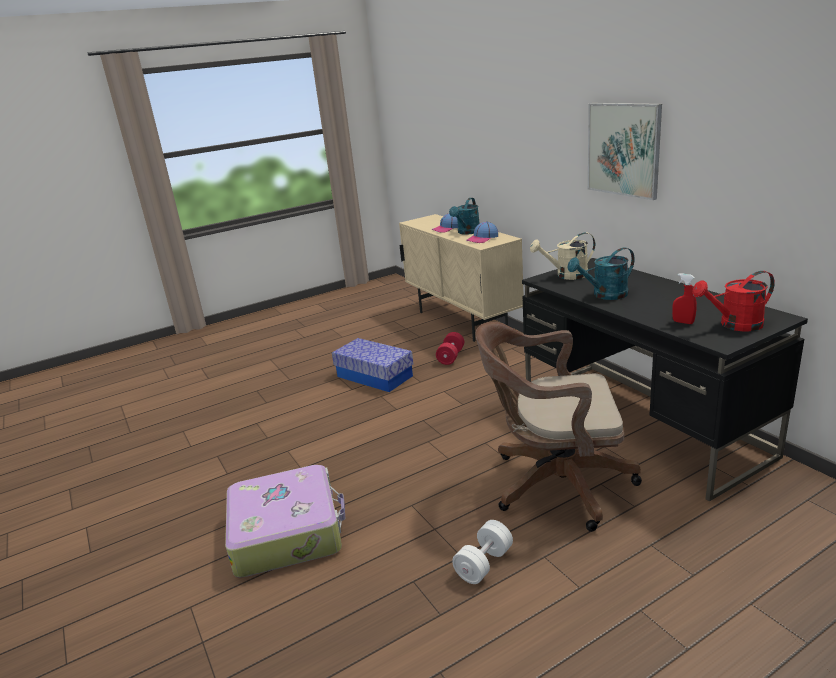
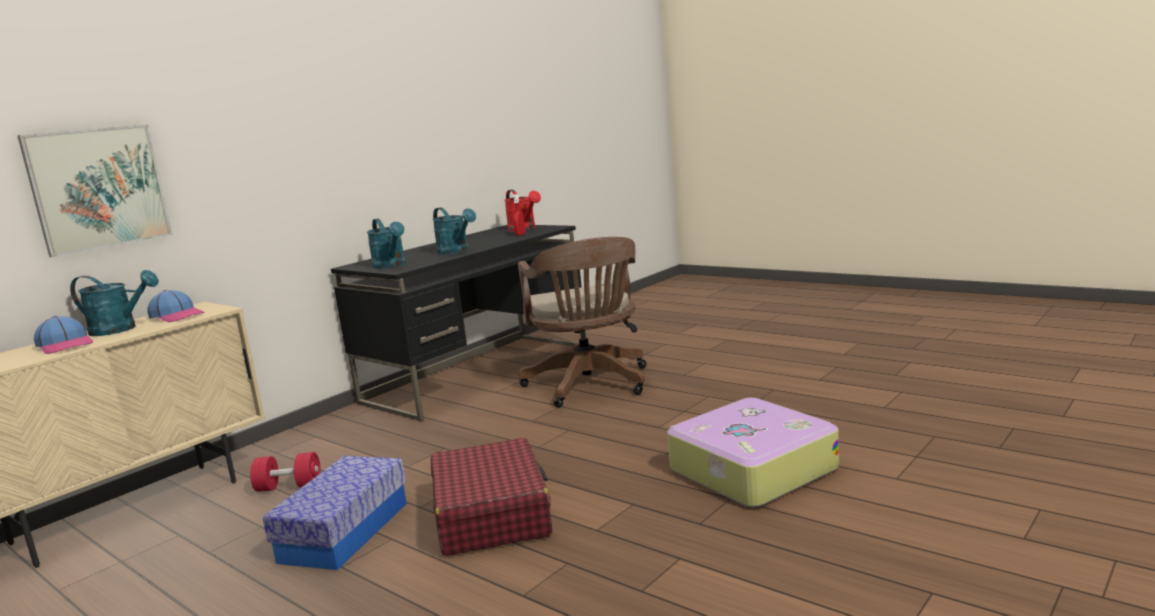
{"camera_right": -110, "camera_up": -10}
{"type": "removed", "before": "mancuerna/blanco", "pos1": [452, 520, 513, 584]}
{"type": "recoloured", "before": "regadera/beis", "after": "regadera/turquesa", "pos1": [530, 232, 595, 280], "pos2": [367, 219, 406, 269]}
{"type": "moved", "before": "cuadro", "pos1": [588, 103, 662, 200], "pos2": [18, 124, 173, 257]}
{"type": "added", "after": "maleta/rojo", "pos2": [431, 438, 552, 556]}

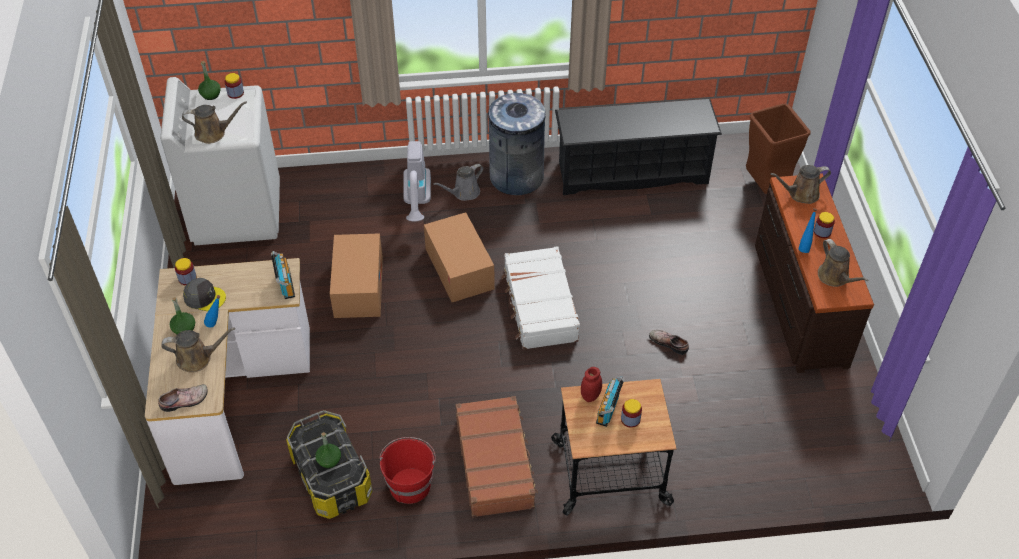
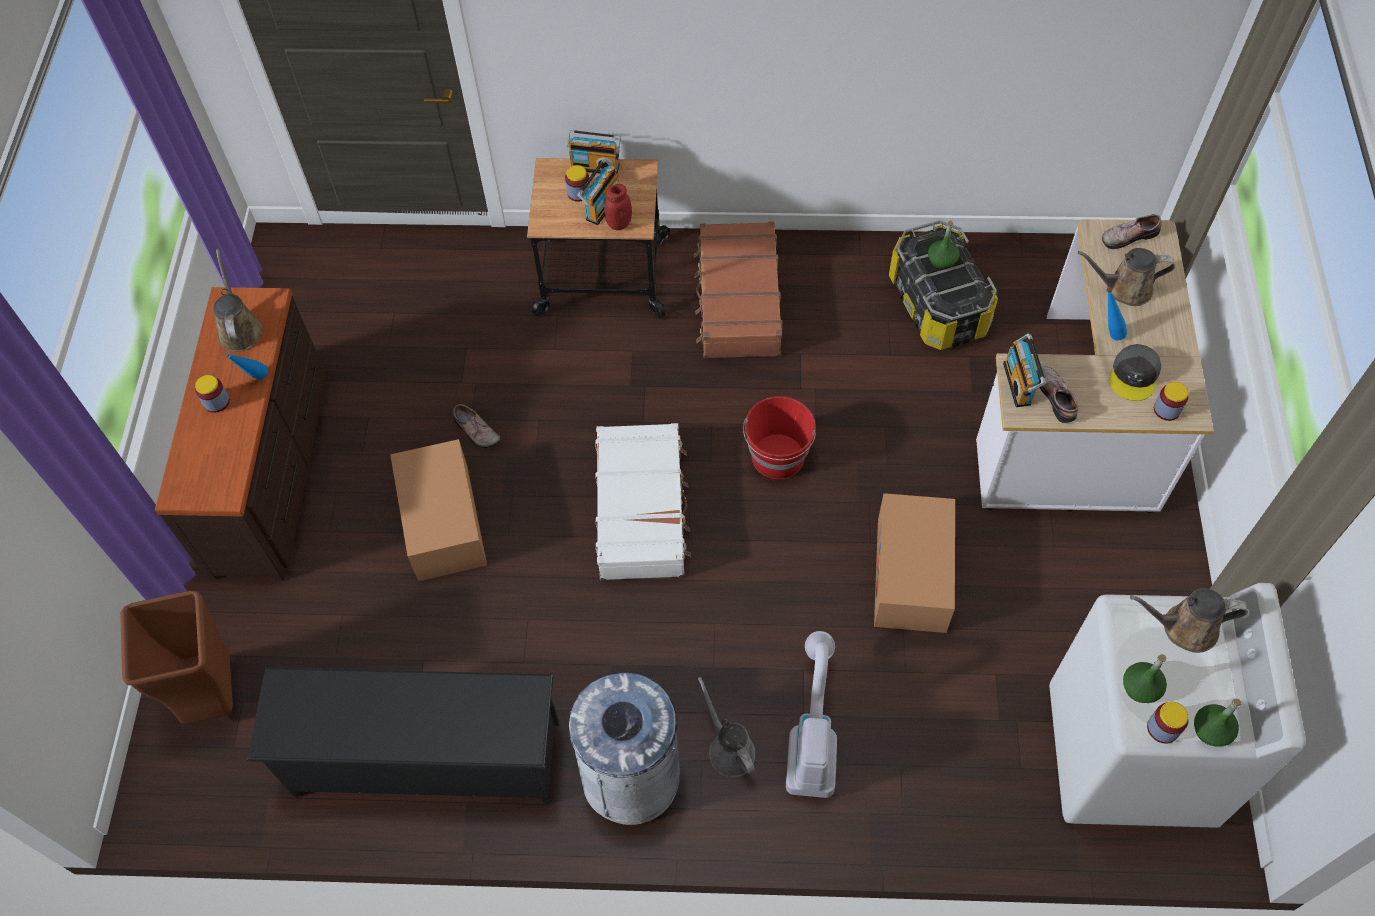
{"camera_right": -170, "camera_up": 10}
{"type": "moved", "before": "botella/verde", "pos1": [169, 297, 195, 335], "pos2": [1123, 654, 1167, 703]}
{"type": "turned", "before": "gorra/gris", "pos1": [183, 278, 226, 311], "pos2": [1110, 344, 1161, 401], "turn": -90}
{"type": "moved", "before": "cubo/rojo", "pos1": [380, 437, 436, 504], "pos2": [743, 396, 816, 479]}
{"type": "moved", "before": "caja de cartón", "pos1": [424, 212, 495, 302], "pos2": [390, 439, 487, 581]}
{"type": "turned", "before": "regadera/gris", "pos1": [433, 164, 483, 201], "pos2": [698, 677, 755, 777], "turn": -90}
{"type": "removed", "before": "regadera/marrón", "pos1": [771, 165, 831, 204]}
{"type": "added", "after": "radio", "pos2": [567, 130, 621, 174]}
{"type": "added", "after": "zapato", "pos2": [1036, 366, 1079, 423]}

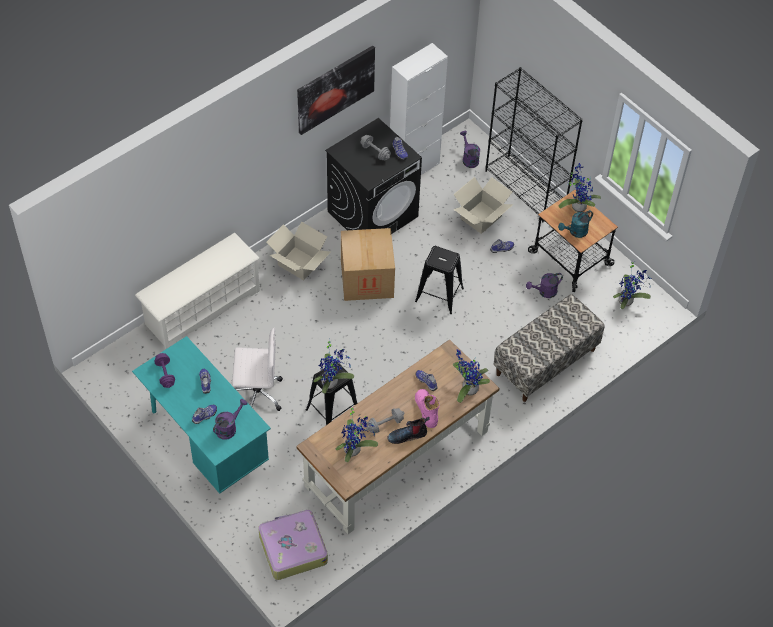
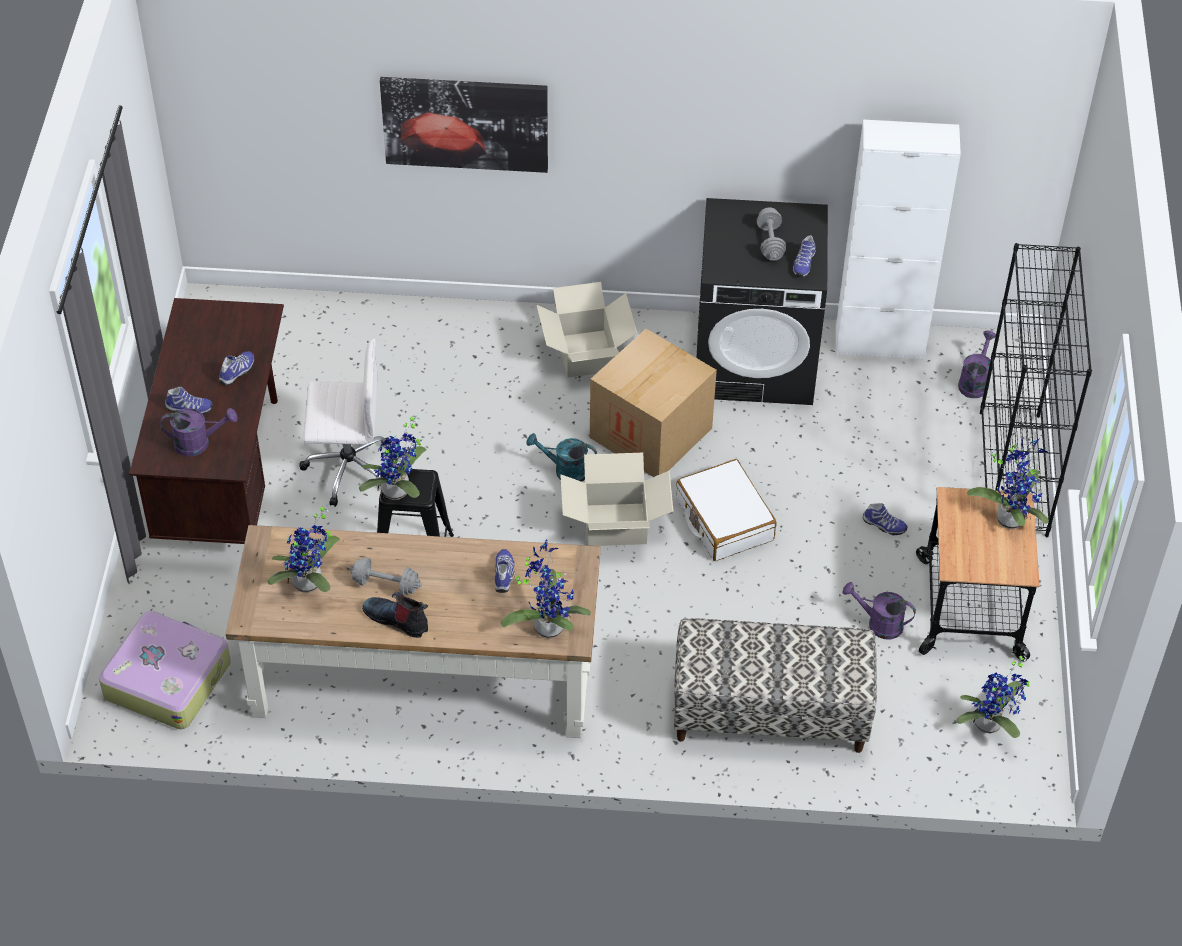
{"camera_right": 45, "camera_up": -5}
{"type": "recoloured", "before": "escritorio/turquesa", "after": "escritorio/marrón", "pos1": [132, 336, 271, 494], "pos2": [129, 298, 284, 544]}
{"type": "removed", "before": "zapatero/blanco", "pos1": [135, 233, 260, 350]}
{"type": "removed", "before": "mancuerna/morado", "pos1": [154, 353, 175, 388]}
{"type": "turned", "before": "silla de oficina/blanco", "pos1": [232, 328, 283, 411], "pos2": [299, 338, 388, 507], "turn": -45}
{"type": "moved", "before": "cuadro", "pos1": [297, 45, 375, 135], "pos2": [380, 77, 548, 173]}
{"type": "replaced", "before": "taburete/negro", "after": "maleta/blanco", "pos1": [415, 246, 464, 314], "pos2": [676, 459, 777, 561]}
{"type": "removed", "before": "bota/rosa", "pos1": [415, 389, 439, 428]}
{"type": "moved", "before": "caja de cartón", "pos1": [453, 177, 513, 234], "pos2": [560, 453, 673, 546]}
{"type": "moved", "before": "regadera/turquesa", "pos1": [558, 210, 593, 238], "pos2": [527, 433, 597, 482]}

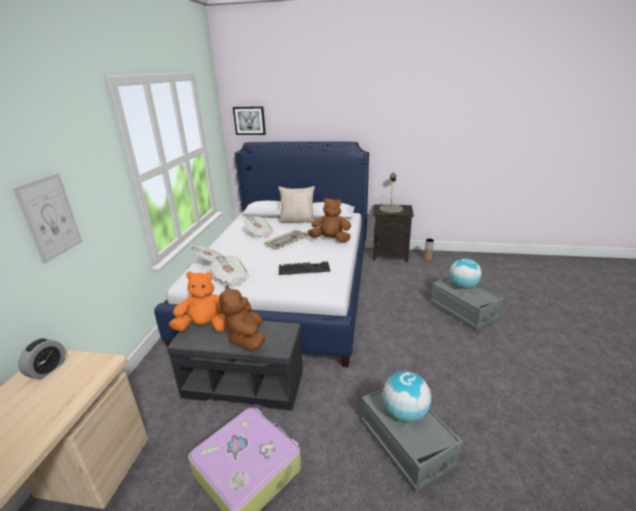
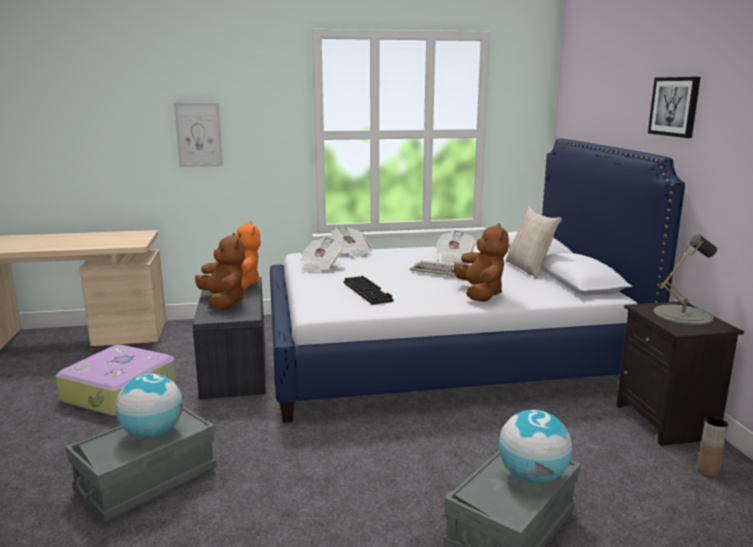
{"camera_right": 70, "camera_up": -10}
{"type": "removed", "before": "despertador", "pos1": [18, 338, 65, 380]}
{"type": "turned", "before": "peluche/marrón", "pos1": [219, 285, 265, 351], "pos2": [195, 233, 245, 310], "turn": 90}
{"type": "moved", "before": "cuadro", "pos1": [233, 106, 266, 135], "pos2": [648, 77, 700, 138]}

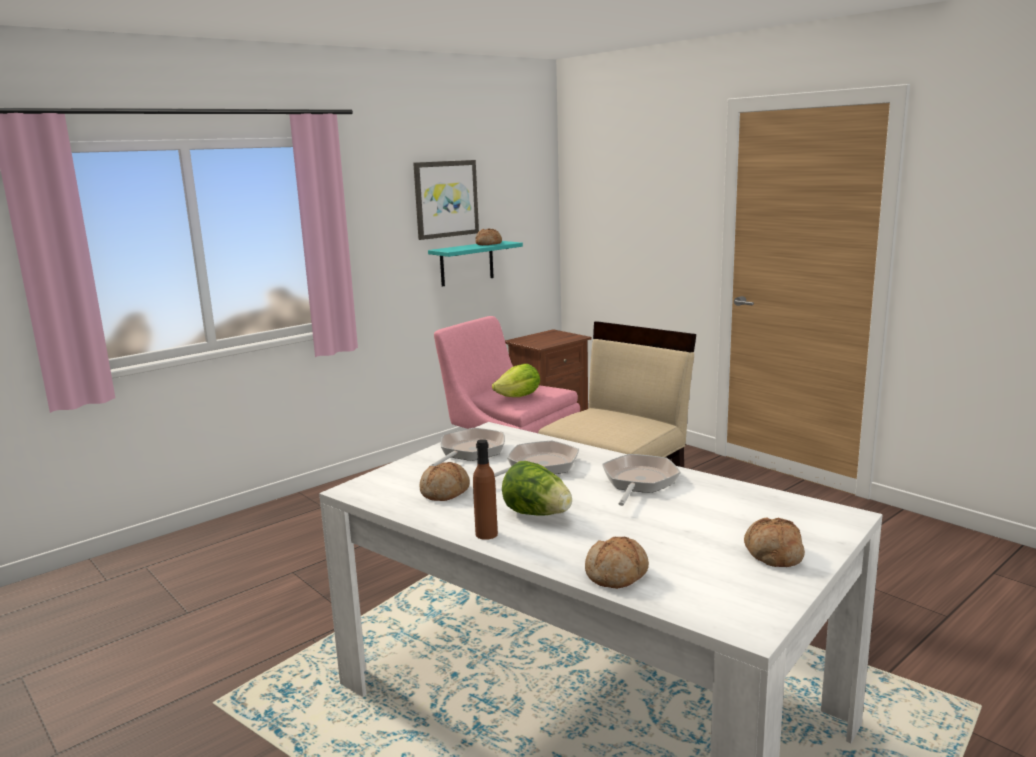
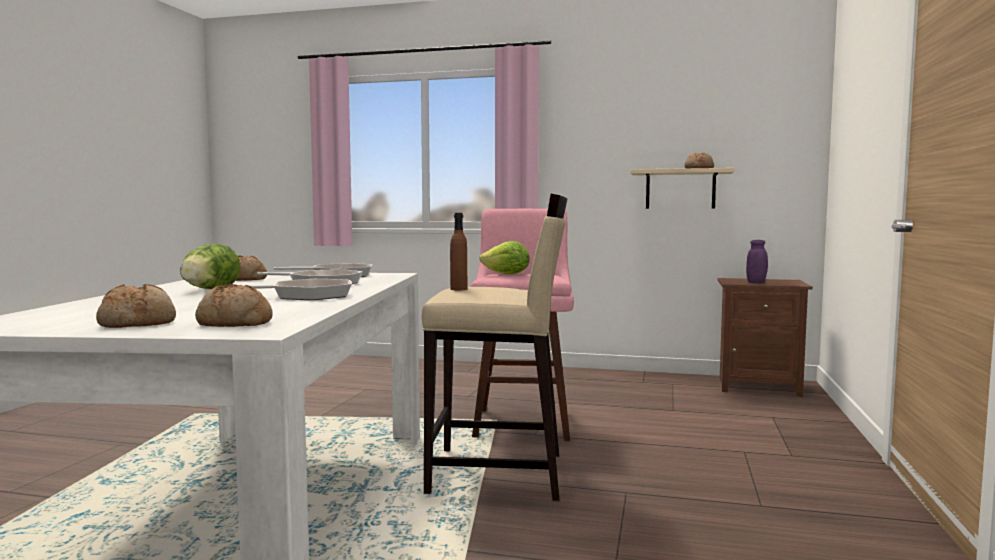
{"camera_right": 55, "camera_up": -10}
{"type": "removed", "before": "cuadro", "pos1": [413, 160, 479, 240]}
{"type": "recoloured", "before": "estante/turquesa", "after": "estante/beis", "pos1": [428, 241, 523, 286], "pos2": [631, 168, 735, 209]}
{"type": "moved", "before": "botella/marrón", "pos1": [473, 439, 498, 540], "pos2": [450, 213, 468, 290]}
{"type": "moved", "before": "pan", "pos1": [585, 537, 649, 589], "pos2": [195, 284, 273, 327]}
{"type": "added", "after": "tarro/morado", "pos2": [746, 240, 768, 283]}

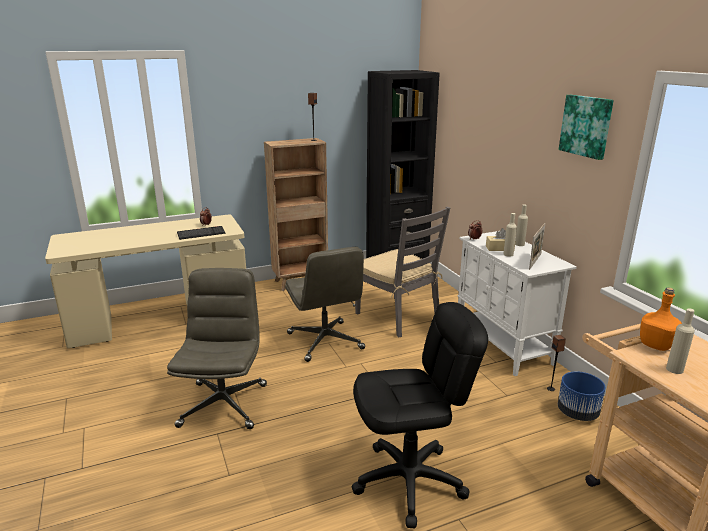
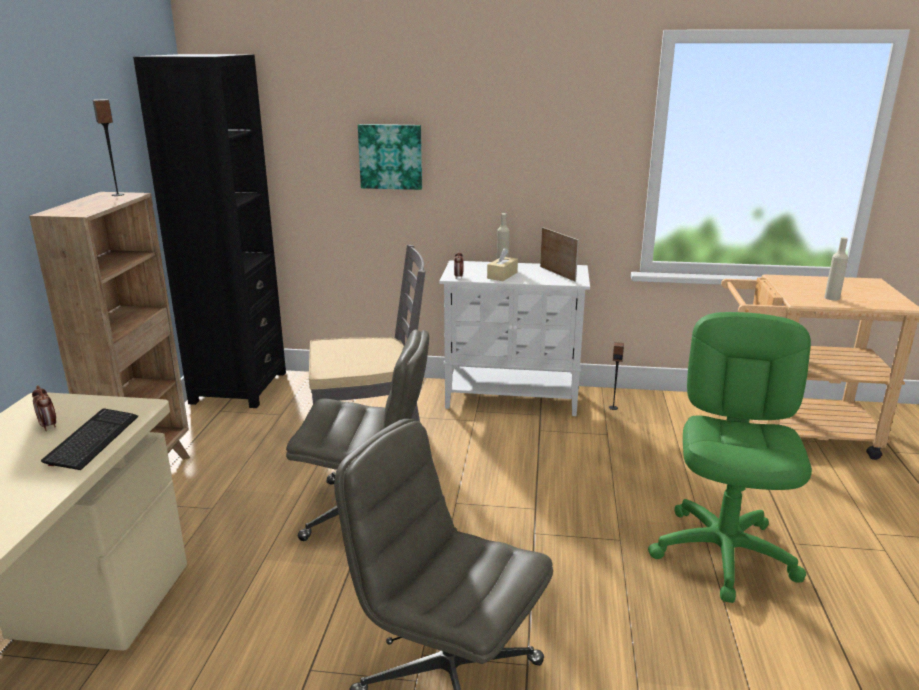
{"camera_right": -60, "camera_up": 0}
{"type": "recoloured", "before": "silla de oficina/negro", "after": "silla de oficina/verde", "pos1": [352, 302, 488, 528], "pos2": [648, 312, 812, 603]}
{"type": "removed", "before": "botella/beis", "pos1": [503, 213, 517, 257]}
{"type": "removed", "before": "maceta/azul", "pos1": [558, 371, 605, 421]}
{"type": "moved", "before": "cuadro", "pos1": [559, 95, 614, 160], "pos2": [358, 124, 422, 190]}
{"type": "removed", "before": "botella/naranja", "pos1": [640, 288, 682, 351]}

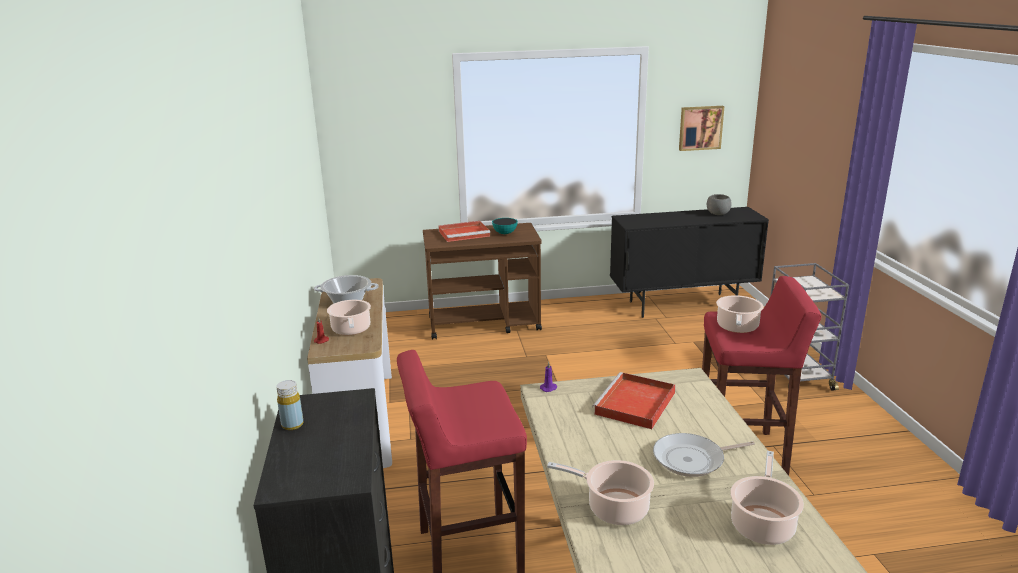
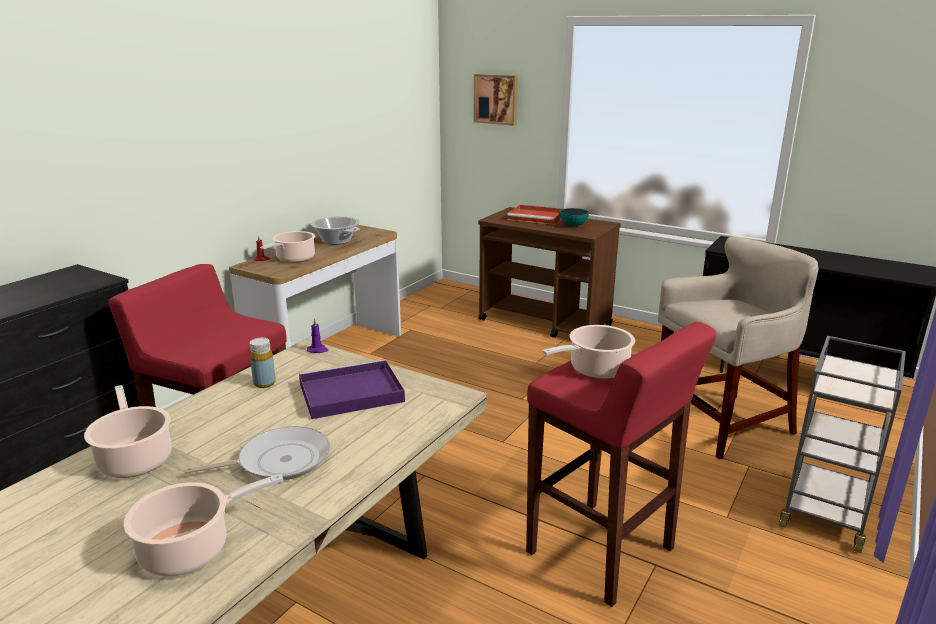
{"camera_right": 40, "camera_up": 0}
{"type": "moved", "before": "botella/amarillo", "pos1": [276, 380, 304, 430], "pos2": [249, 338, 276, 388]}
{"type": "recoloured", "before": "bandeja/rojo", "after": "bandeja/morado", "pos1": [592, 372, 676, 429], "pos2": [299, 359, 405, 419]}
{"type": "turned", "before": "sartén", "pos1": [653, 433, 755, 477], "pos2": [184, 426, 330, 480], "turn": 135}
{"type": "moved", "before": "cuadro", "pos1": [679, 106, 725, 151], "pos2": [474, 74, 518, 126]}
{"type": "removed", "before": "cuenco/gris", "pos1": [707, 194, 732, 215]}
{"type": "added", "after": "taburete/beis", "pos2": [658, 236, 818, 459]}

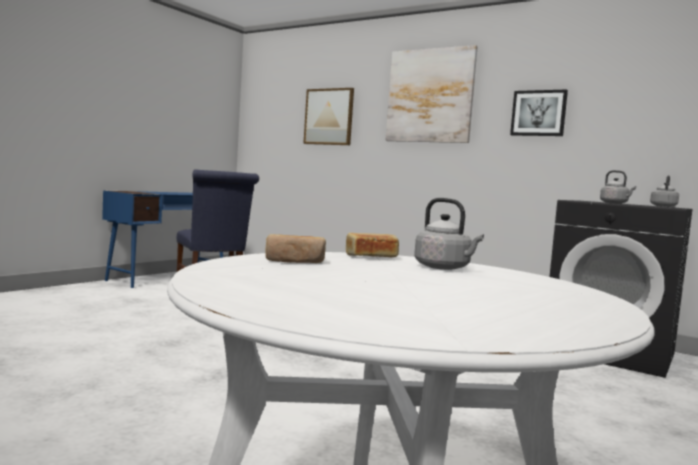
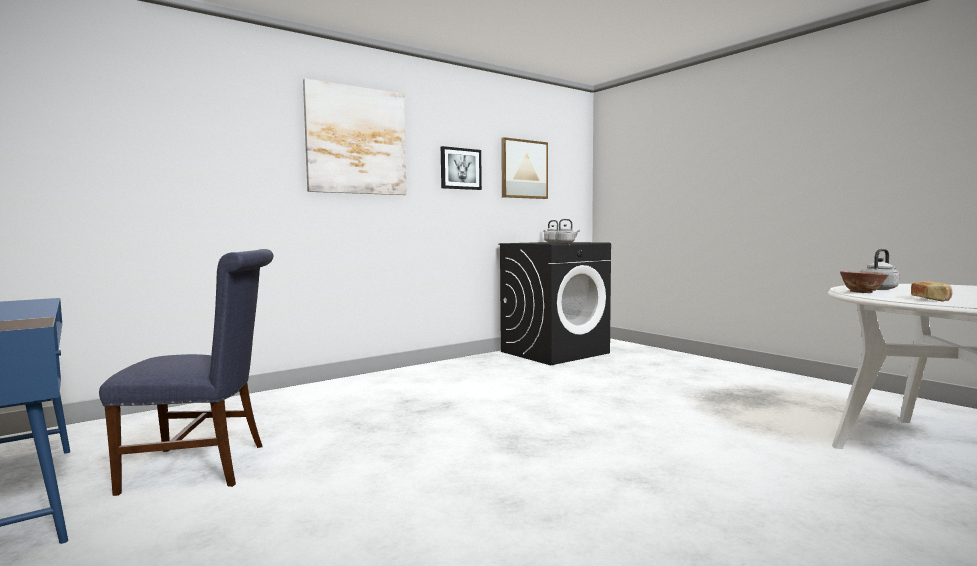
{"camera_right": -70, "camera_up": 0}
{"type": "moved", "before": "cuadro", "pos1": [303, 88, 354, 145], "pos2": [501, 137, 548, 199]}
{"type": "replaced", "before": "pan", "after": "cuenco", "pos1": [346, 233, 399, 257], "pos2": [840, 271, 889, 293]}

